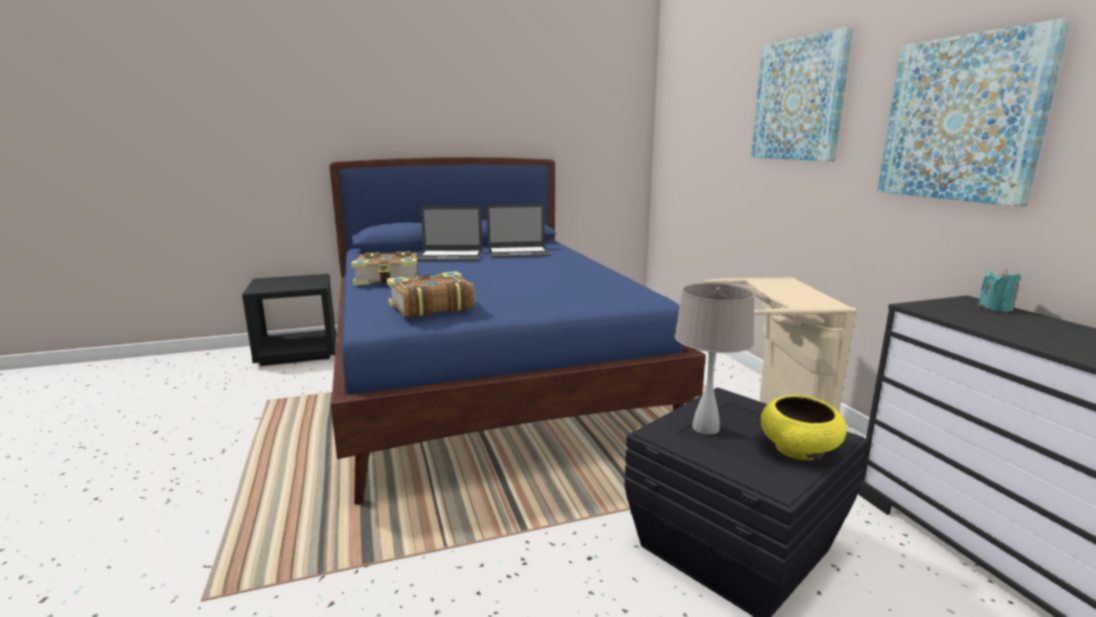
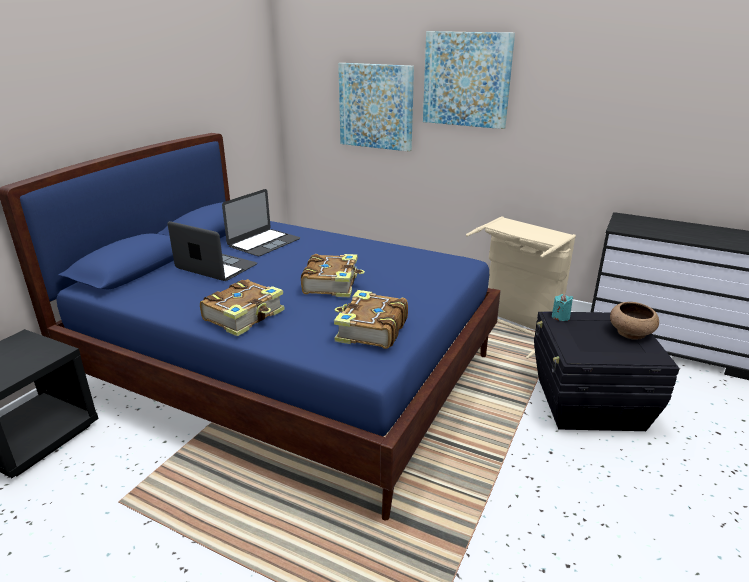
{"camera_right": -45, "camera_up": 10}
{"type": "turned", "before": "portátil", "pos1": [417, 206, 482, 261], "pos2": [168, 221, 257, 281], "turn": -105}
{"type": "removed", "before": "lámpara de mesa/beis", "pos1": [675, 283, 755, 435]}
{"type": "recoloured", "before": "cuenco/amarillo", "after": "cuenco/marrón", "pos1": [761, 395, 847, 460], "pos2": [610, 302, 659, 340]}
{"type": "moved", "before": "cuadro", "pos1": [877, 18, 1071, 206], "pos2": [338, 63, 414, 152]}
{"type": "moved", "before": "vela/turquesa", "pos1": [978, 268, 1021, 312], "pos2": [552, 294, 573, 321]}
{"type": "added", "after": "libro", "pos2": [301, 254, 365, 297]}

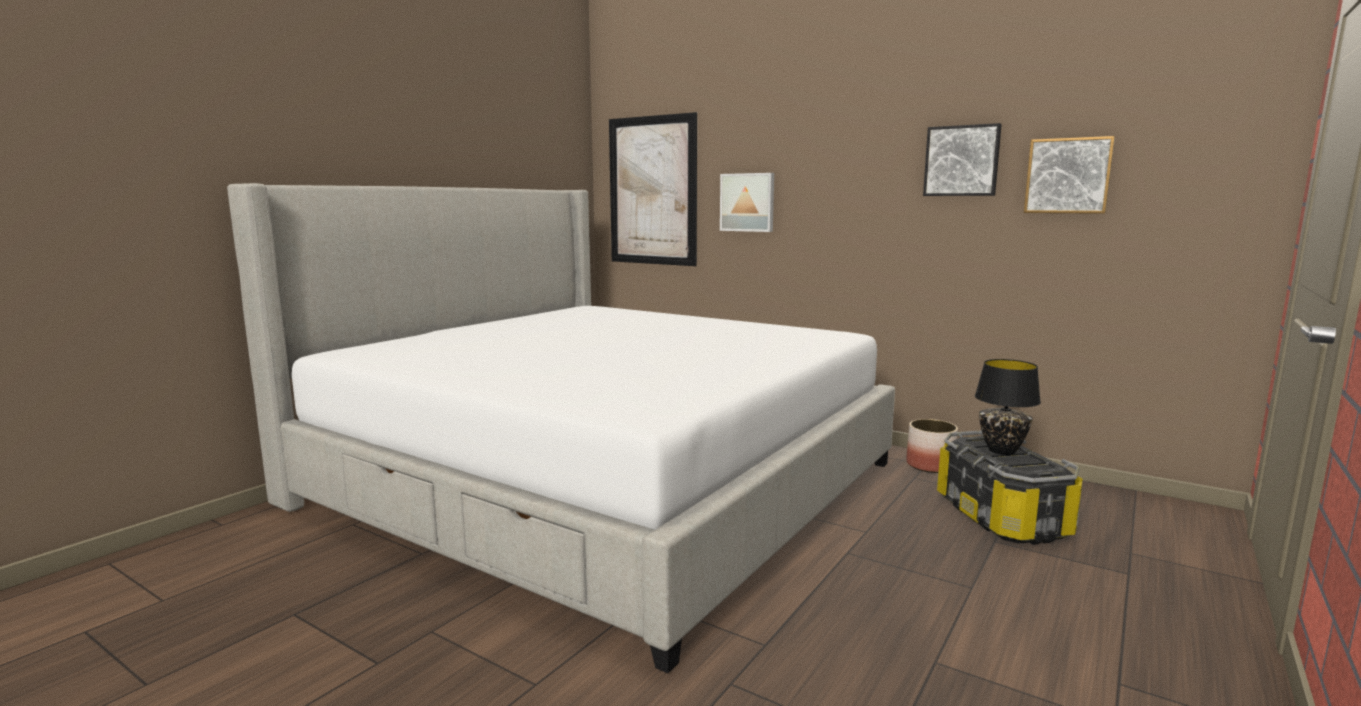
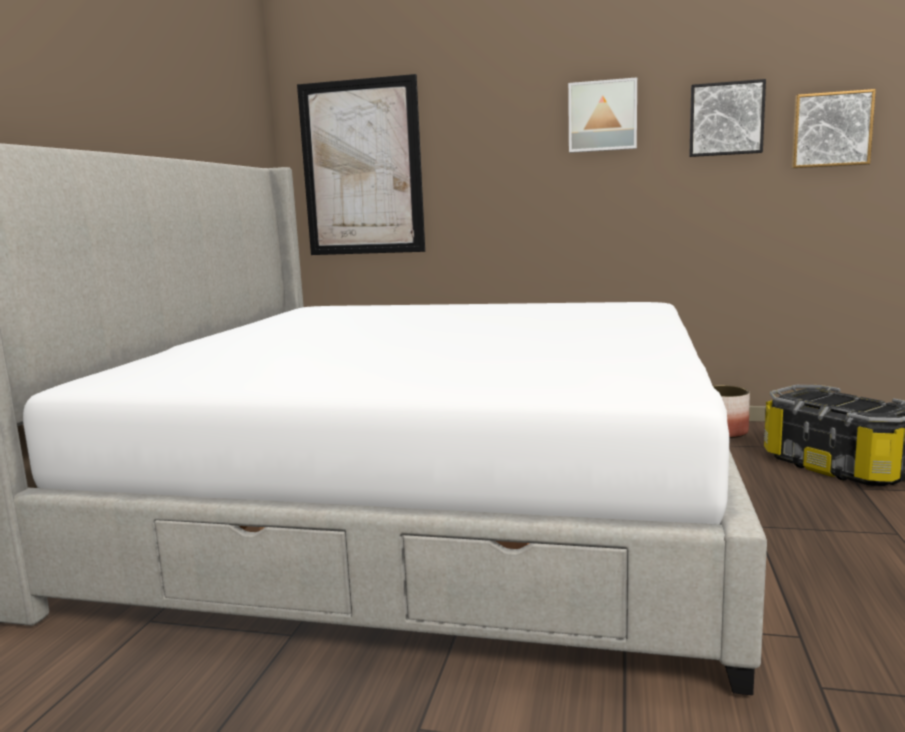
{"camera_right": -20, "camera_up": 0}
{"type": "moved", "before": "cuadro", "pos1": [720, 173, 774, 232], "pos2": [568, 77, 637, 153]}
{"type": "removed", "before": "lámpara de mesa/negro", "pos1": [975, 359, 1041, 455]}

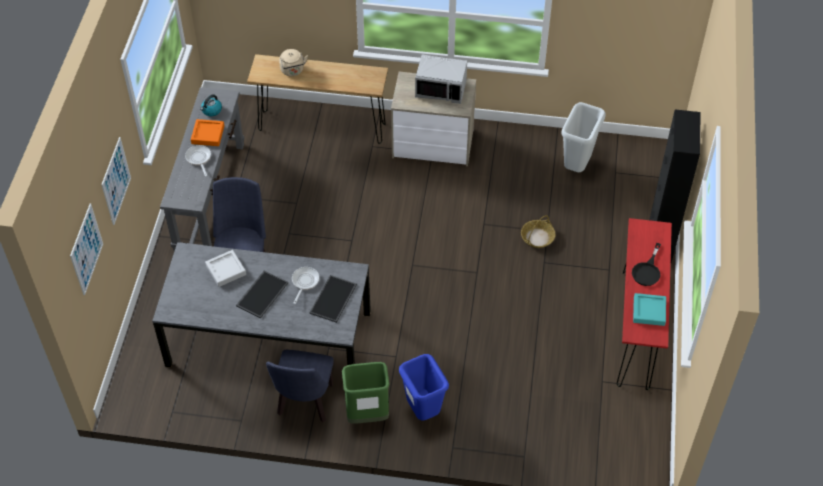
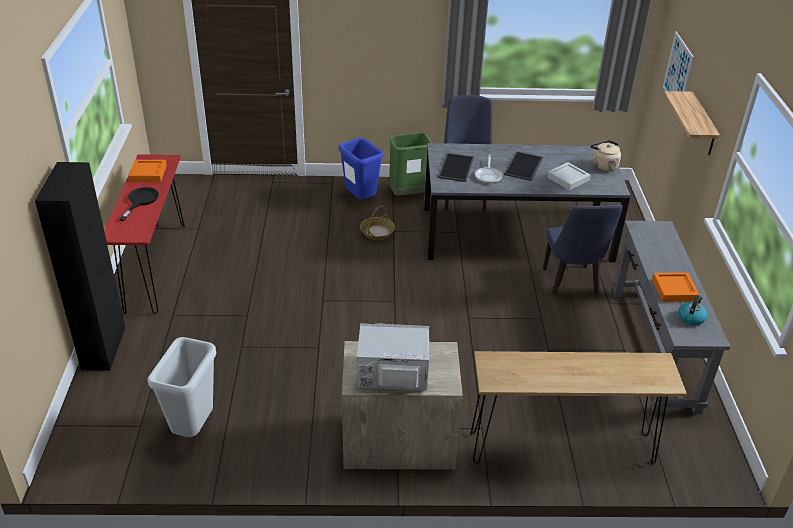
{"camera_right": 170, "camera_up": -15}
{"type": "replaced", "before": "cuadro", "after": "estante", "pos1": [101, 137, 131, 225], "pos2": [664, 91, 720, 155]}
{"type": "removed", "before": "sartén", "pos1": [185, 145, 211, 176]}
{"type": "moved", "before": "hervidor/beis", "pos1": [279, 49, 308, 76], "pos2": [591, 140, 621, 172]}
{"type": "moved", "before": "cesta", "pos1": [521, 215, 556, 248], "pos2": [360, 206, 395, 240]}
{"type": "recoloured", "before": "bandeja/turquesa", "after": "bandeja/naranja", "pos1": [633, 293, 666, 326], "pos2": [129, 160, 167, 182]}

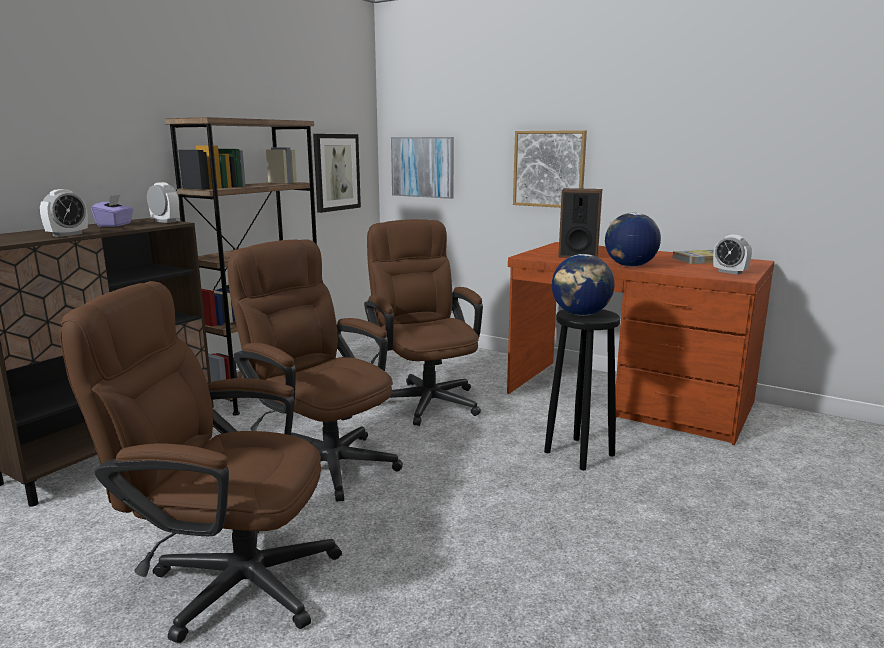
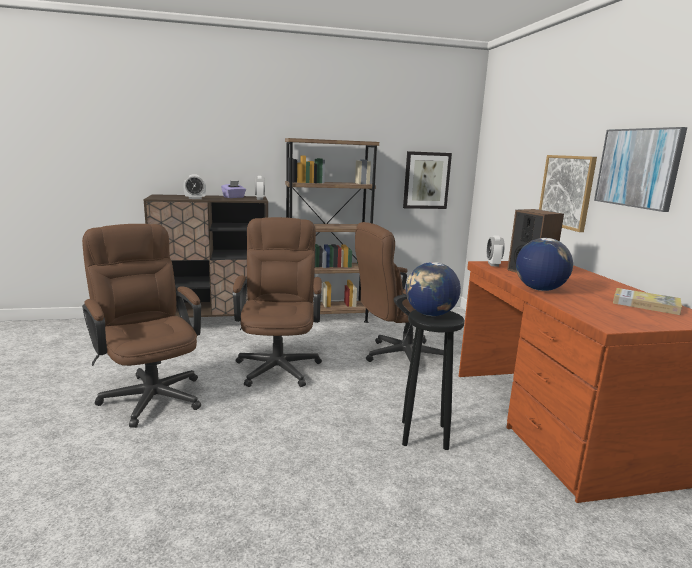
{"camera_right": 45, "camera_up": 0}
{"type": "turned", "before": "silla de oficina/marrón", "pos1": [364, 219, 483, 426], "pos2": [355, 222, 444, 362], "turn": -135}
{"type": "moved", "before": "cuadro", "pos1": [391, 137, 454, 199], "pos2": [594, 127, 687, 212]}
{"type": "moved", "before": "despertador", "pos1": [713, 235, 752, 275], "pos2": [487, 235, 505, 267]}

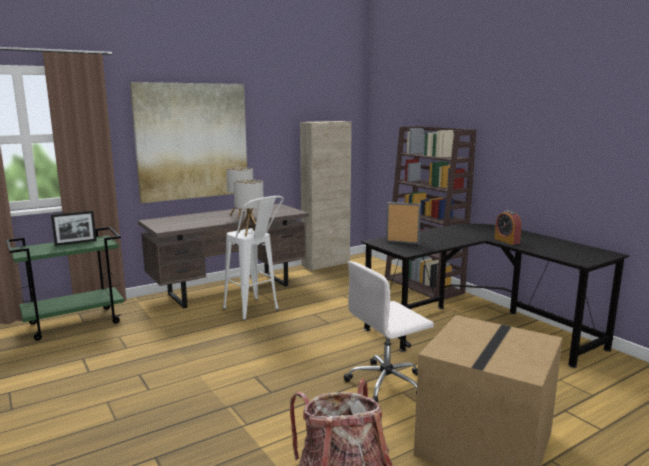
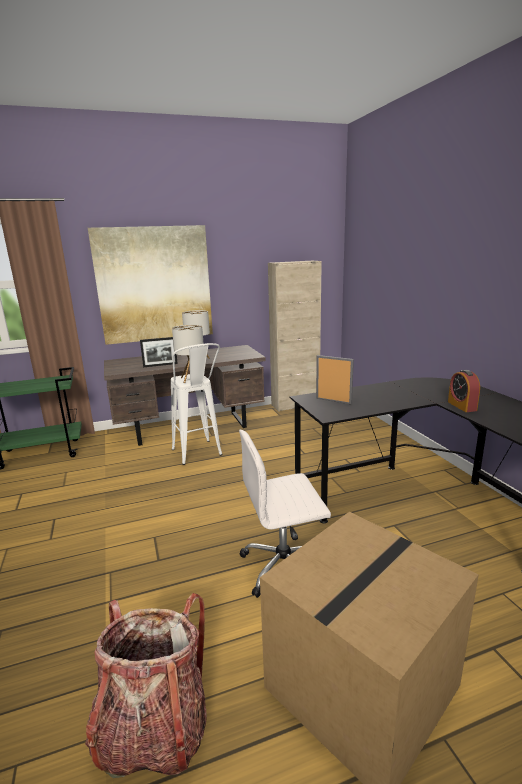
{"camera_right": 15, "camera_up": 5}
{"type": "moved", "before": "portarretratos", "pos1": [51, 211, 97, 246], "pos2": [140, 337, 178, 367]}
{"type": "removed", "before": "estantería/marrón", "pos1": [385, 126, 476, 302]}

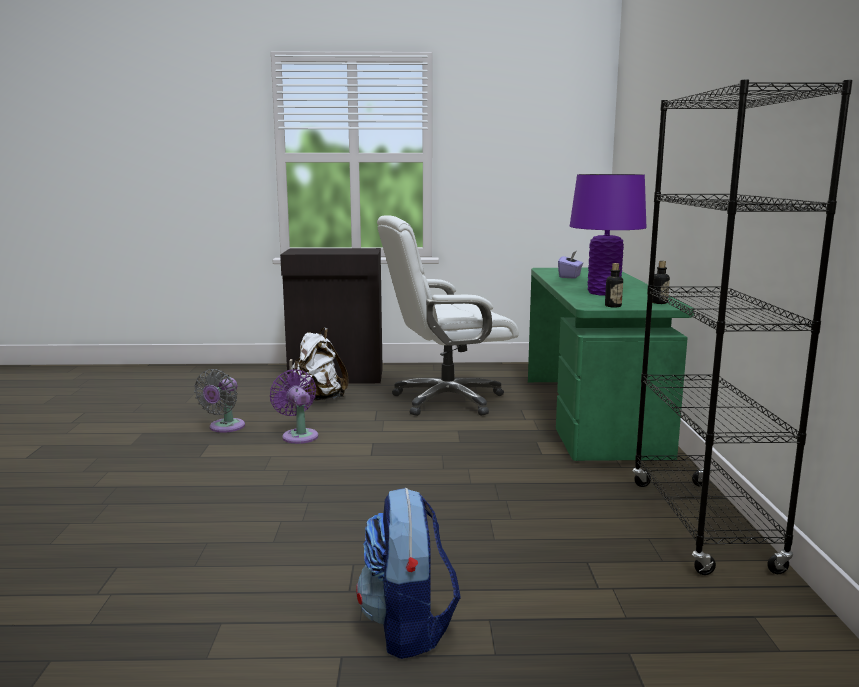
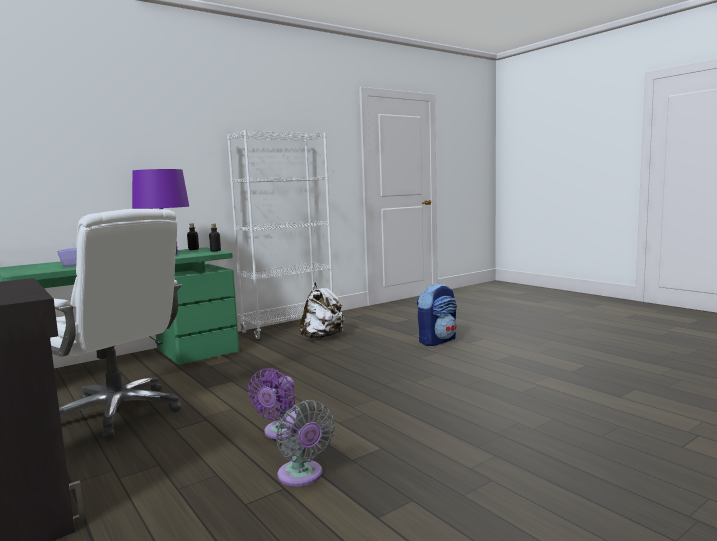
{"camera_right": -125, "camera_up": -5}
{"type": "turned", "before": "ventilador/gris", "pos1": [194, 369, 245, 433], "pos2": [276, 400, 335, 486], "turn": 75}
{"type": "moved", "before": "mochila/blanco", "pos1": [291, 328, 349, 400], "pos2": [299, 282, 345, 339]}
{"type": "recoloured", "before": "estantería/negro", "after": "estantería/blanco", "pos1": [632, 80, 853, 575], "pos2": [227, 130, 333, 339]}

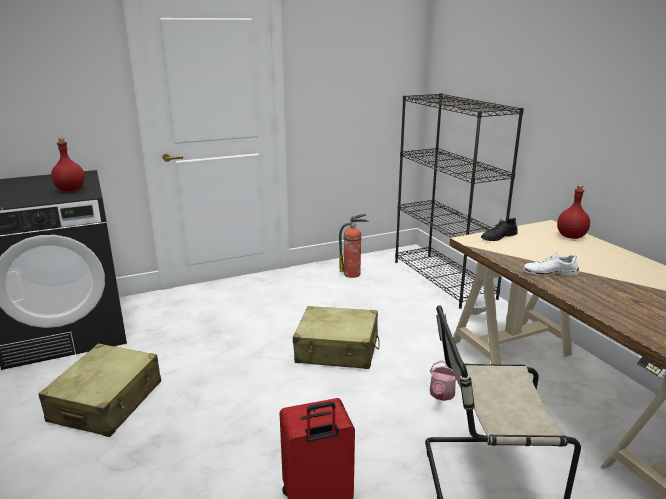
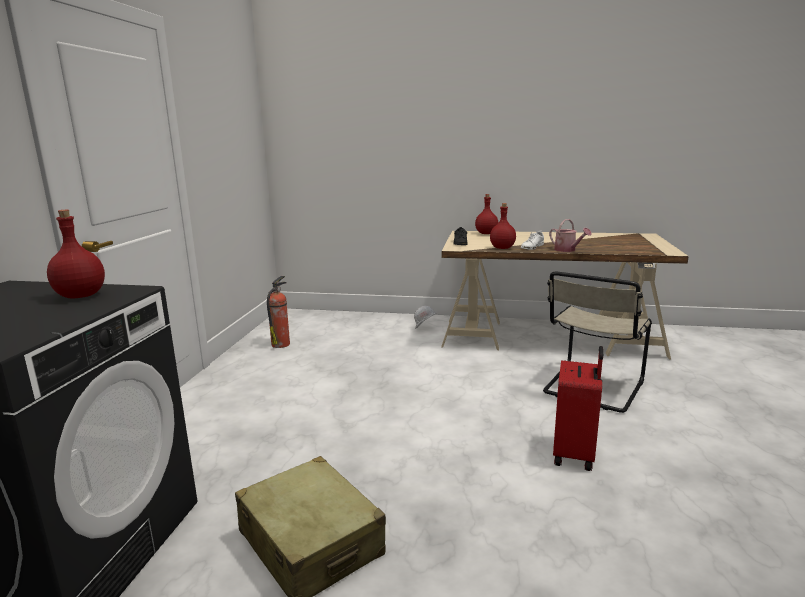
{"camera_right": -55, "camera_up": -5}
{"type": "removed", "before": "maleta/beis", "pos1": [293, 306, 380, 369]}
{"type": "removed", "before": "estantería/negro", "pos1": [395, 93, 524, 309]}
{"type": "moved", "before": "regadera", "pos1": [430, 360, 456, 401], "pos2": [549, 219, 591, 252]}
{"type": "added", "after": "botella/rojo", "pos2": [490, 203, 516, 249]}

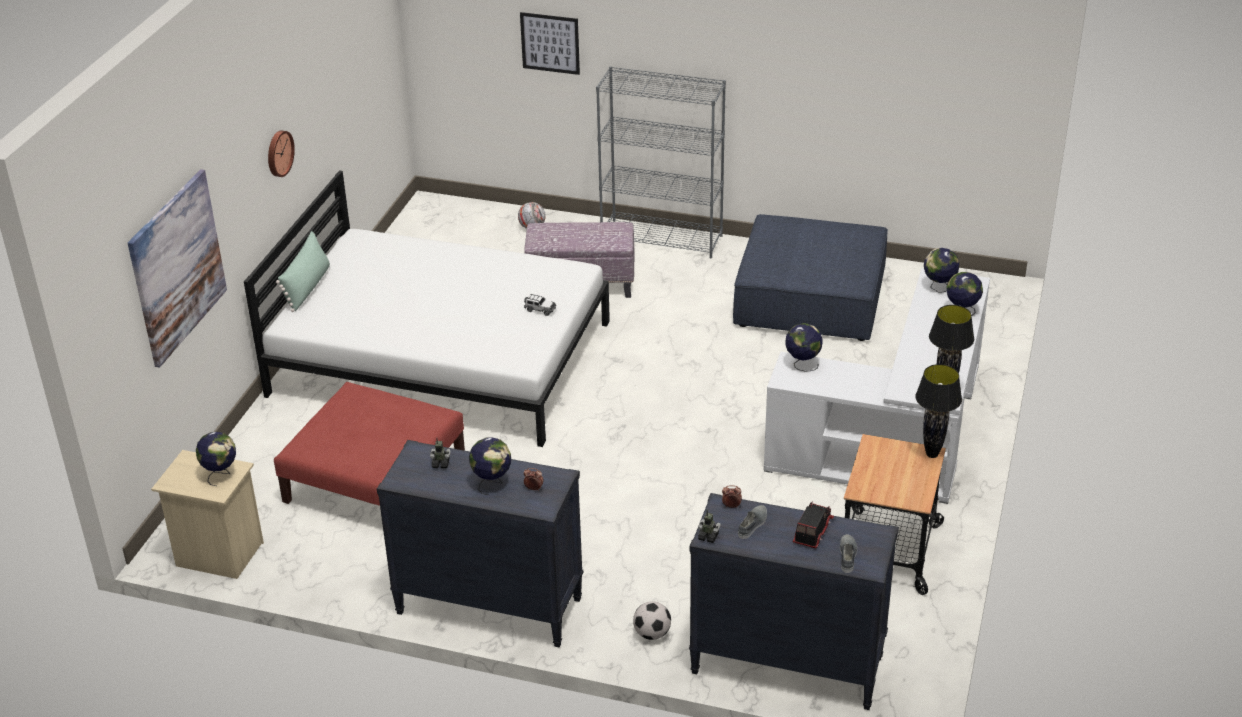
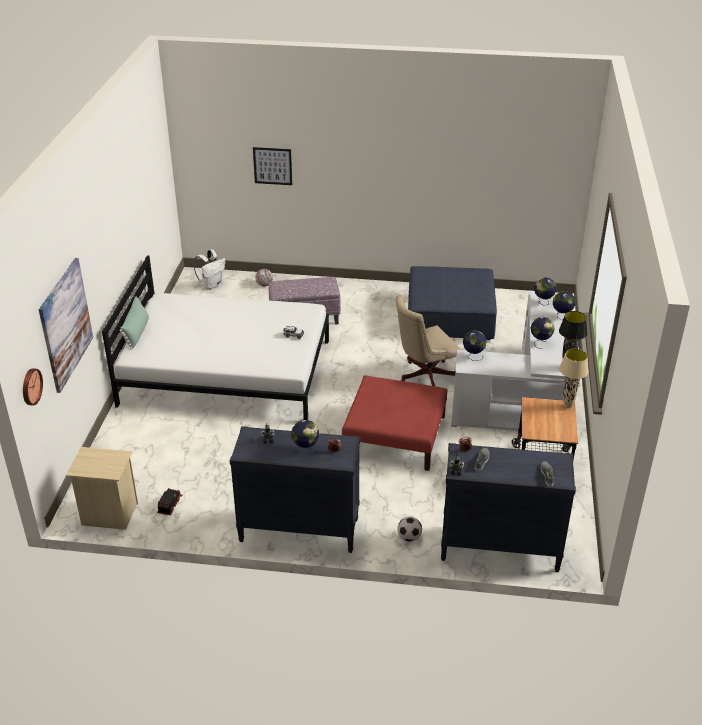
{"camera_right": -10, "camera_up": 0}
{"type": "moved", "before": "globo terráqueo", "pos1": [196, 432, 236, 486], "pos2": [531, 317, 554, 349]}
{"type": "moved", "before": "reloj de pared", "pos1": [268, 130, 295, 177], "pos2": [23, 368, 43, 406]}
{"type": "moved", "before": "puf/rojo", "pos1": [274, 382, 465, 506], "pos2": [342, 375, 447, 471]}
{"type": "removed", "before": "estantería/gris", "pos1": [596, 66, 726, 259]}
{"type": "moved", "before": "camión de juguete", "pos1": [792, 501, 834, 549], "pos2": [157, 489, 183, 515]}
{"type": "recoloured", "before": "lámpara de mesa/negro", "after": "lámpara de mesa/beis", "pos1": [915, 364, 962, 458], "pos2": [559, 349, 589, 408]}
{"type": "added", "after": "mochila/blanco", "pos2": [194, 249, 225, 290]}
{"type": "added", "after": "silla de oficina/beis", "pos2": [395, 295, 462, 387]}

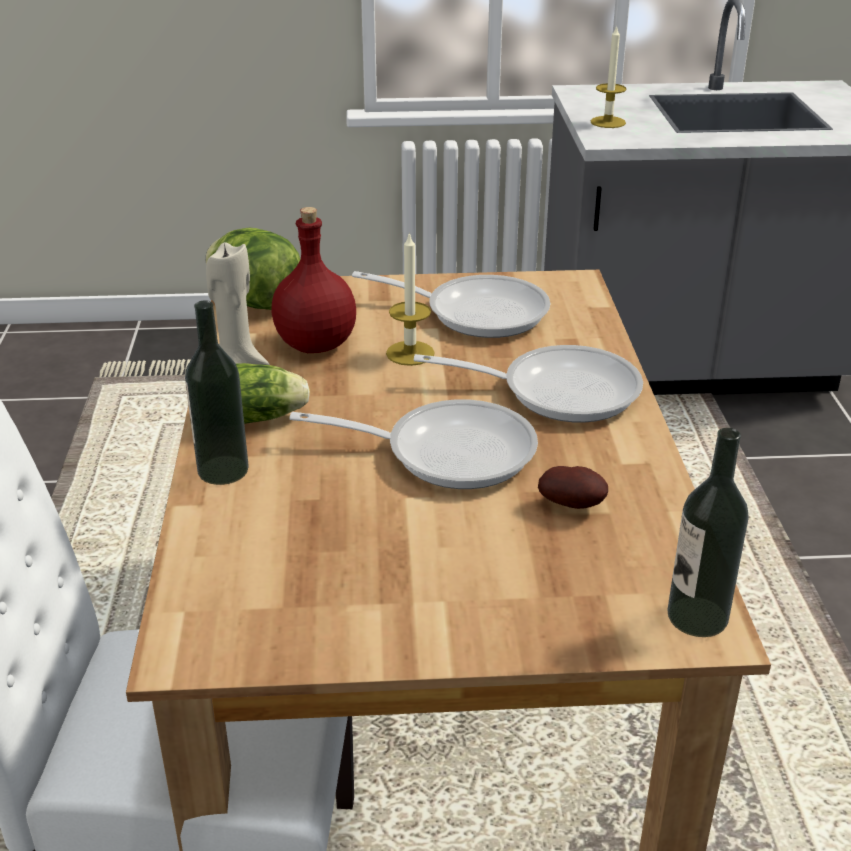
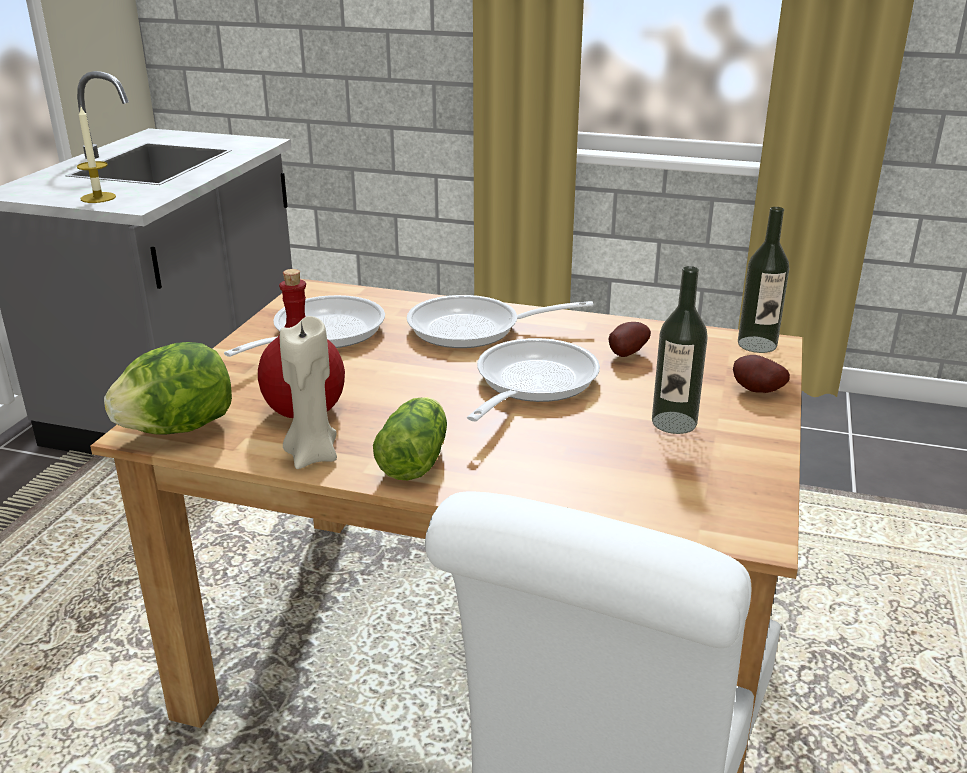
{"camera_right": -70, "camera_up": -5}
{"type": "moved", "before": "botella", "pos1": [185, 300, 249, 485], "pos2": [652, 266, 708, 434]}
{"type": "removed", "before": "vela", "pos1": [386, 232, 435, 366]}
{"type": "turned", "before": "sartén", "pos1": [413, 345, 643, 423], "pos2": [407, 295, 594, 348], "turn": -120}
{"type": "added", "after": "patata", "pos2": [733, 355, 790, 393]}

